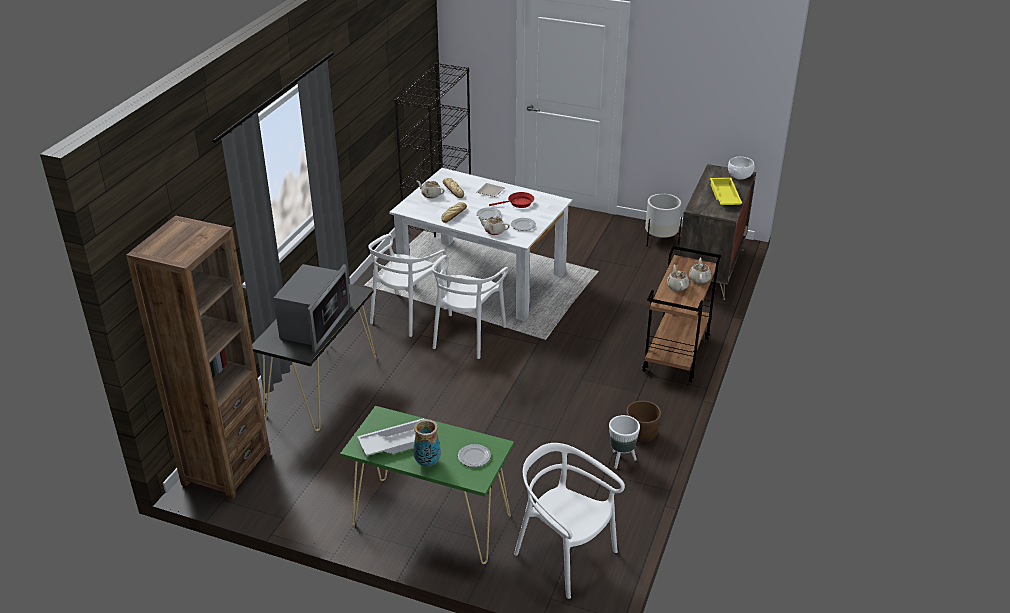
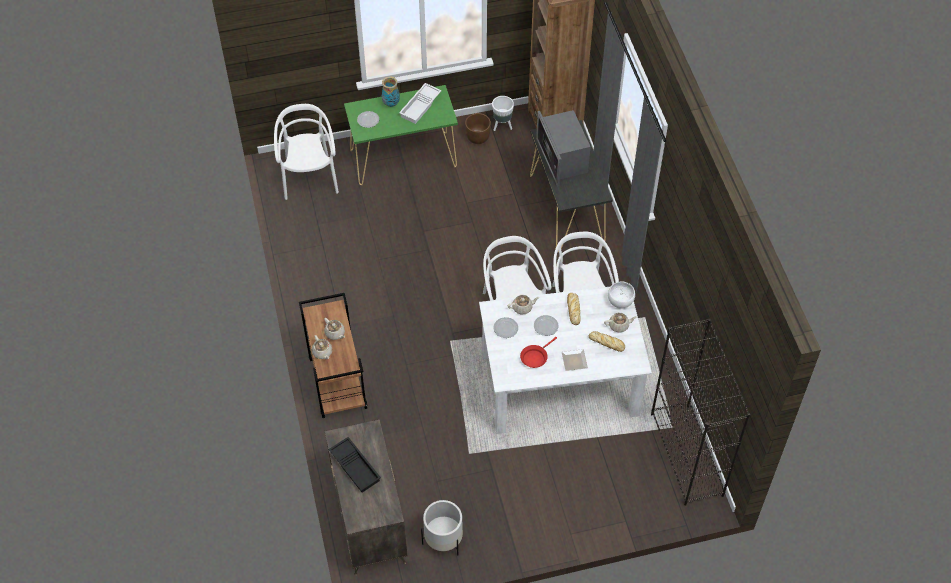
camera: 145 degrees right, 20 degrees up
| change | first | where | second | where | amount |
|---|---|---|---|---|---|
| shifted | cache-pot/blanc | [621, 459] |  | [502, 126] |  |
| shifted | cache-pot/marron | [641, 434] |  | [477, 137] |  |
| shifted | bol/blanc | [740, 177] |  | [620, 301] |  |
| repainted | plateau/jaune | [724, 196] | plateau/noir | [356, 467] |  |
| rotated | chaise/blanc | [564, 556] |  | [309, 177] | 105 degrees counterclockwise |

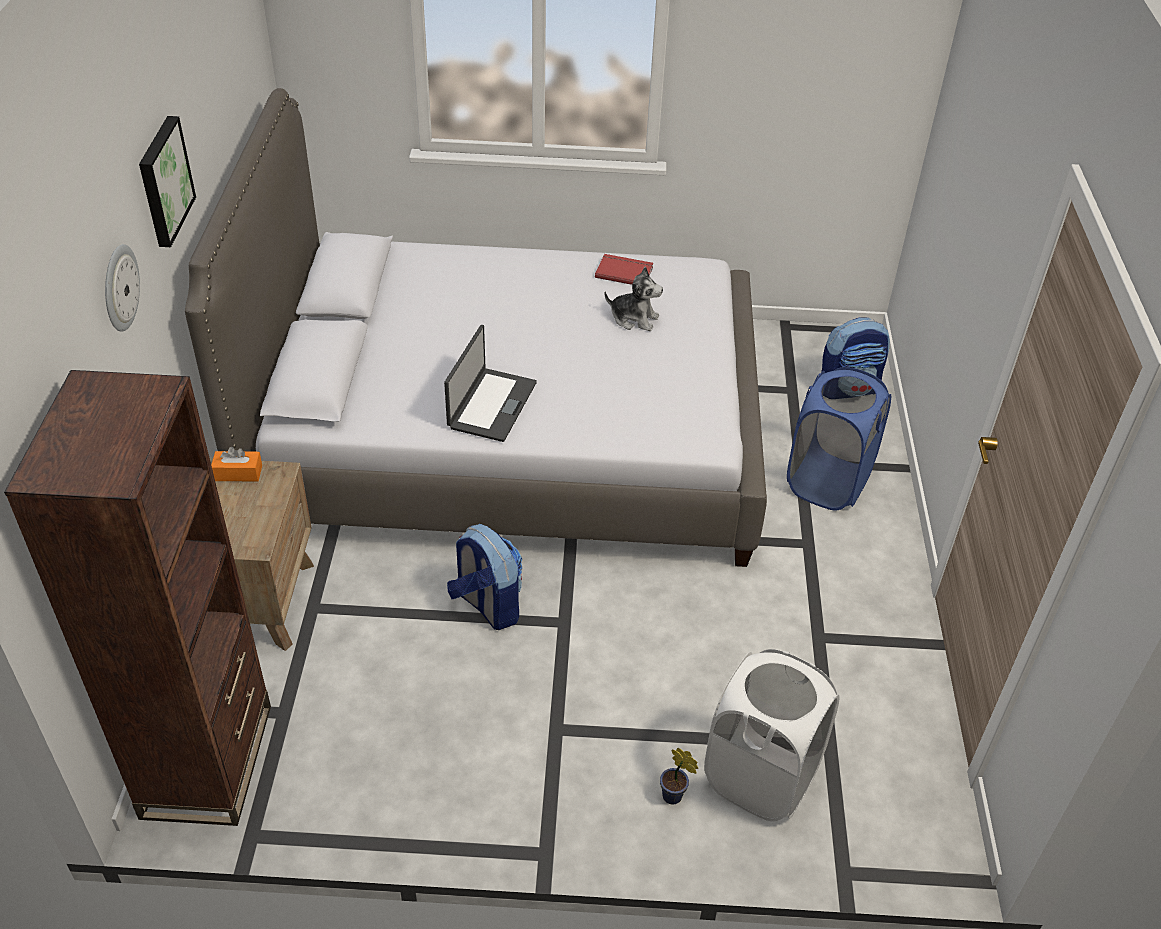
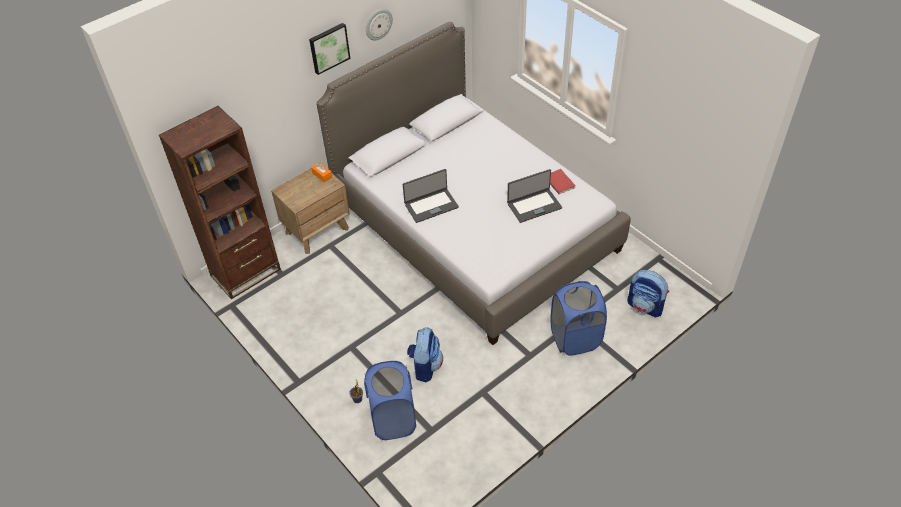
camera: 50 degrees right, 5 degrees up
| change | first | where | second | where | amount |
|---|---|---|---|---|---|
| shifted | horloge murale | [119, 287] |  | [378, 24] |  |
| shifted | sac à dos | [487, 605] |  | [425, 366] |  |
| swapped | peluche | [634, 319] | ordinateur portable | [534, 205] |  |
| repainted | panier à linge/blanc | [761, 777] | panier à linge/bleu | [393, 419] |  |

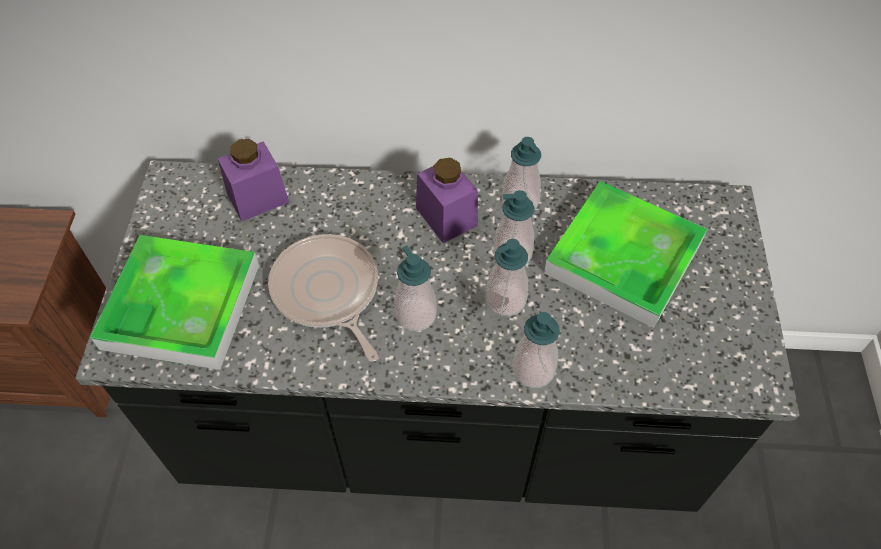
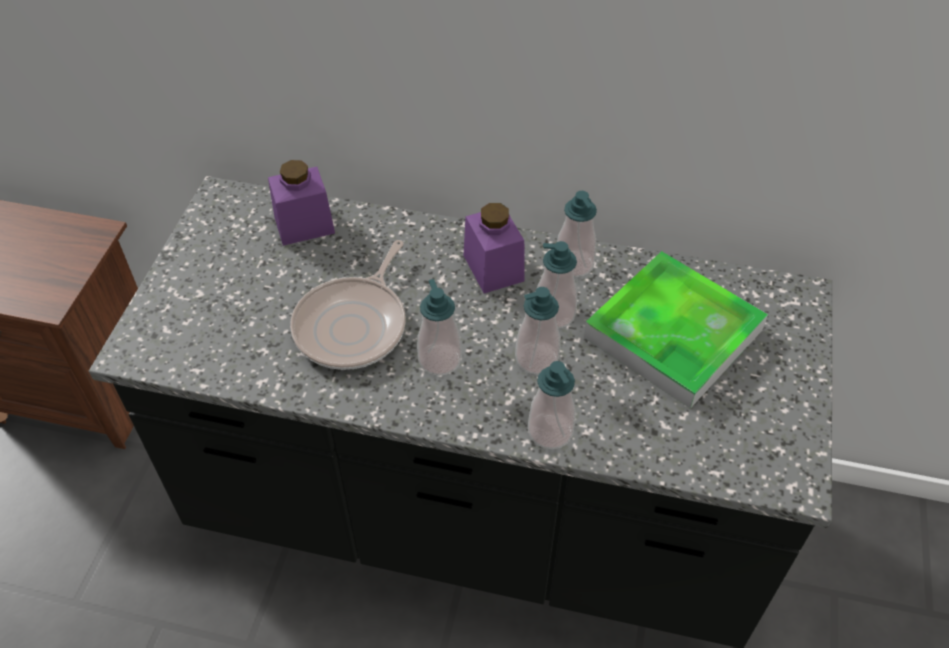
camera: 10 degrees right, 5 degrees down
| change | first | where | second | where | amount |
|---|---|---|---|---|---|
| gone | plateau | [181, 306] |  |  |  |
| rotated | poêle | [327, 292] |  | [354, 325] | 135 degrees counterclockwise |

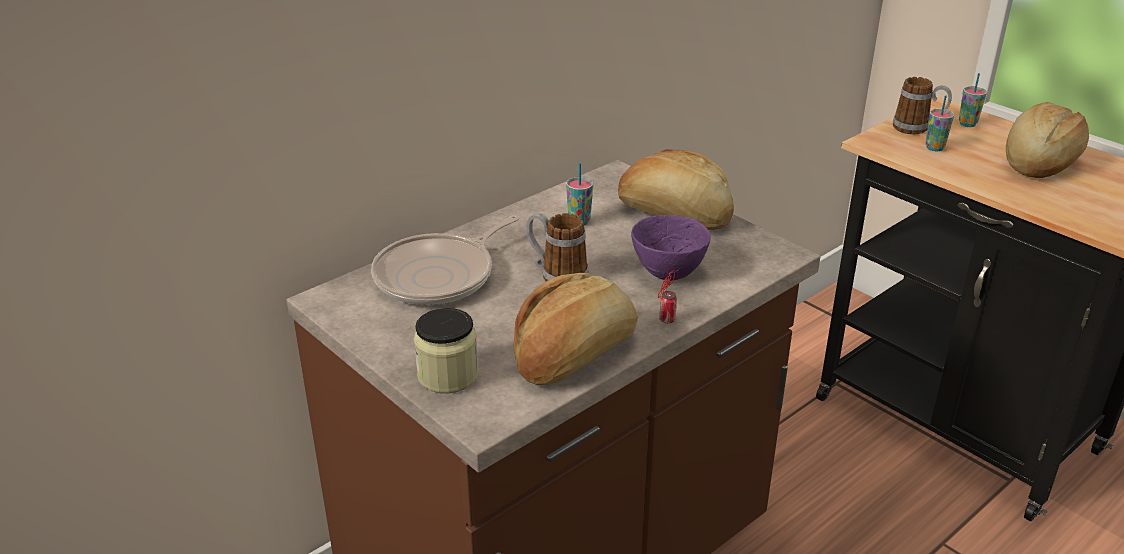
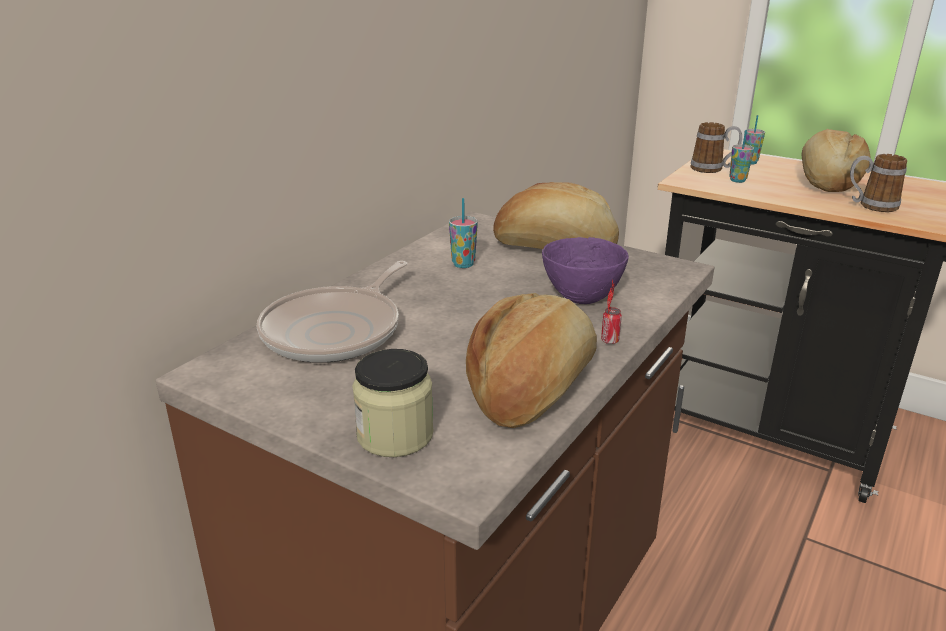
camera: 15 degrees left, 5 degrees down
| change | first | where | second | where | amount |
|---|---|---|---|---|---|
| shifted | mug | [556, 274] |  | [870, 206] |  |

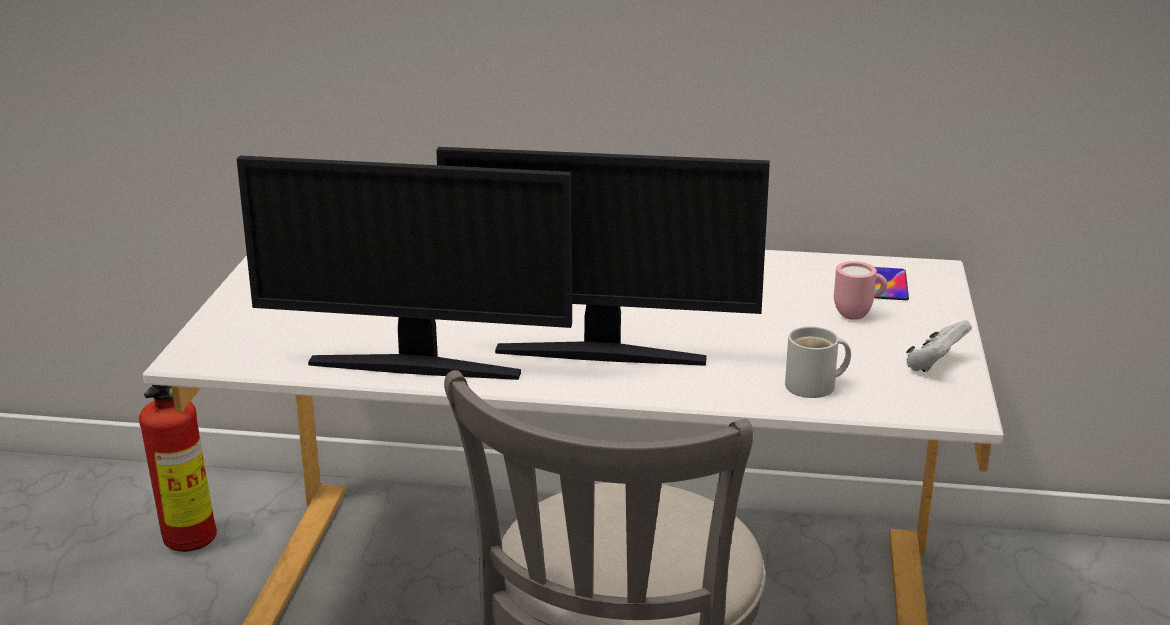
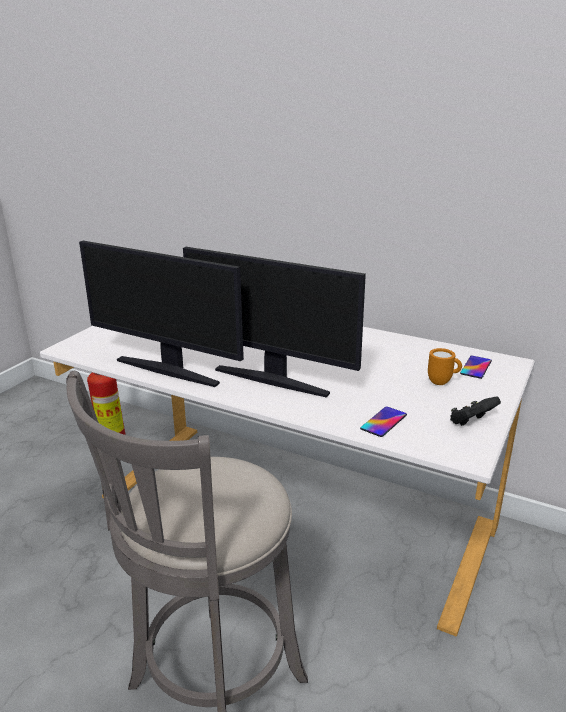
camera: 20 degrees right, 0 degrees up
| change | first | where | second | where | amount |
|---|---|---|---|---|---|
| swapped | mug/blanc | [815, 386] | téléphone | [383, 422] |  |
| repainted | mug/rose | [858, 315] | mug/orange | [442, 382] |  |
| repainted | manette/blanc | [934, 365] | manette/noir | [471, 422] |  |

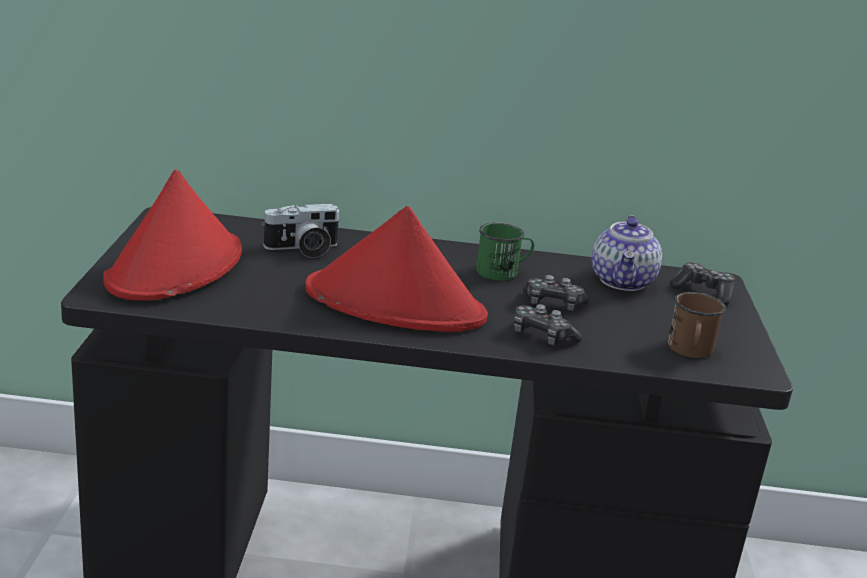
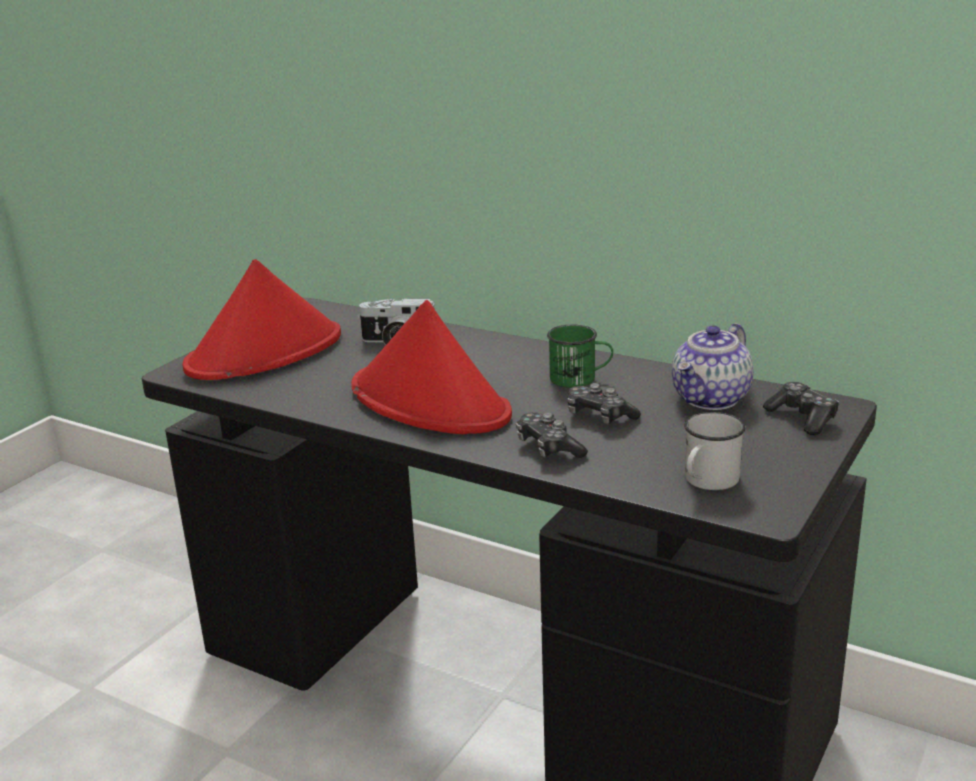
camera: 30 degrees right, 0 degrees up
| change | first | where | second | where | amount |
|---|---|---|---|---|---|
| repainted | mug/marron | [690, 351] | mug/blanc | [707, 481] |  |

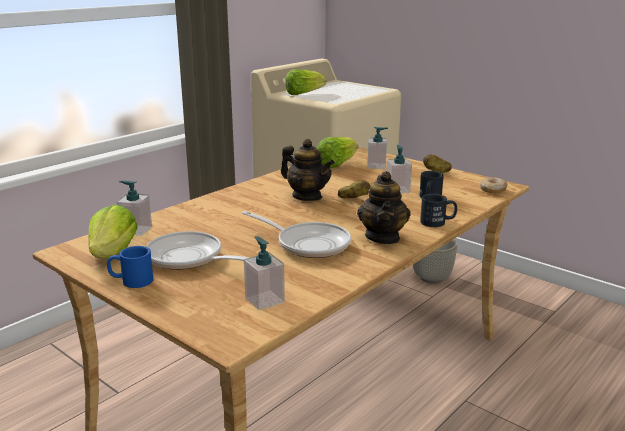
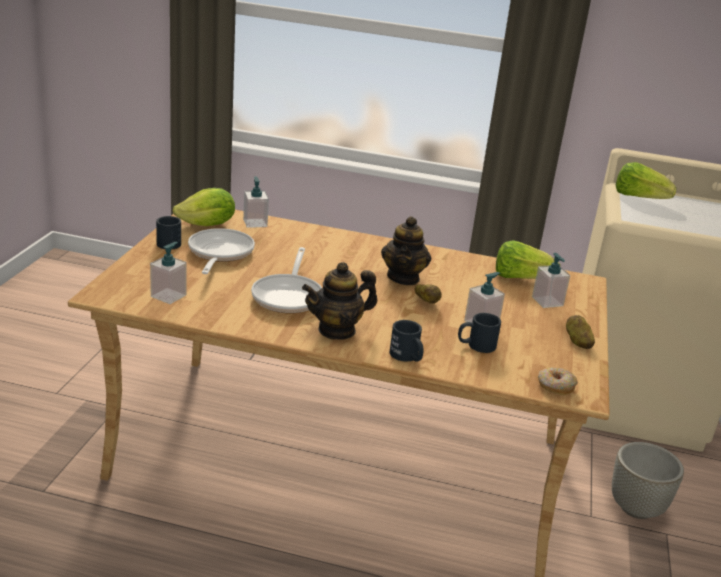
camera: 60 degrees right, 5 degrees up
| change | first | where | second | where | amount |
|---|---|---|---|---|---|
| repainted | mug/bleu | [131, 281] | mug/noir | [167, 242] |  |

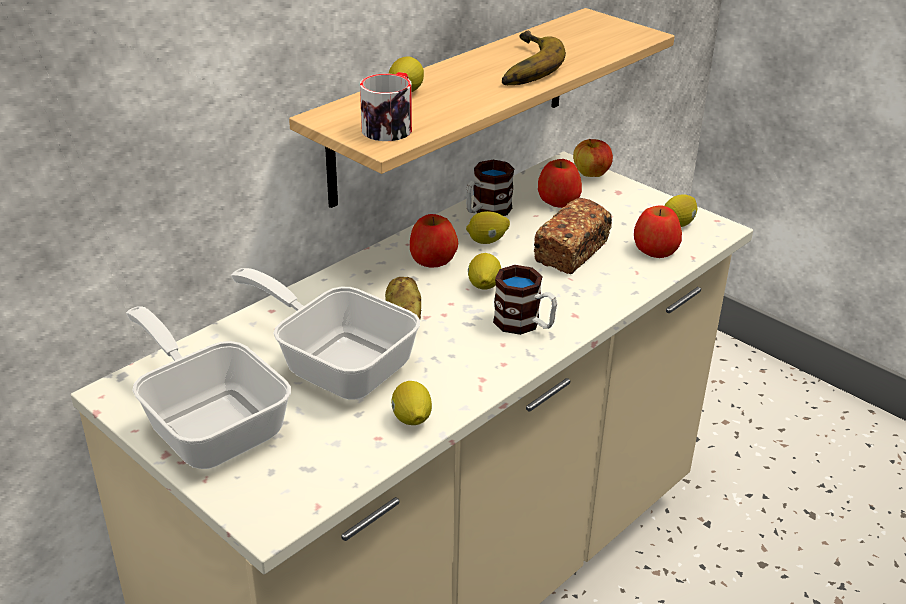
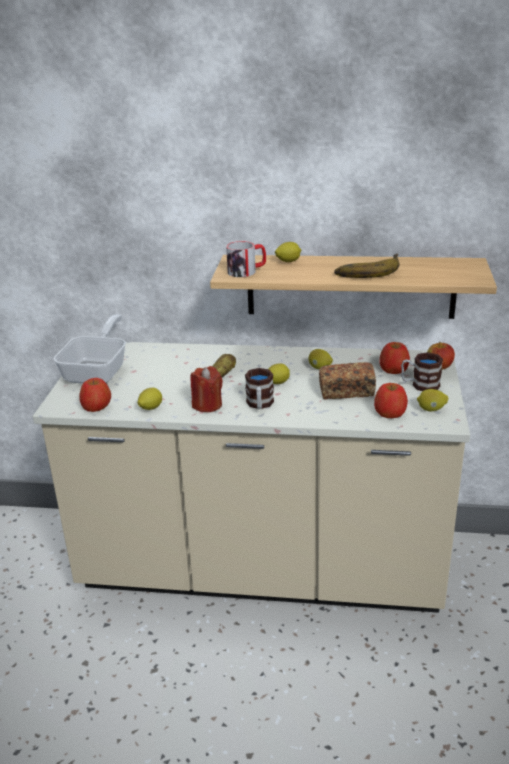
camera: 55 degrees right, 5 degrees down
| change | first | where | second | where | amount |
|---|---|---|---|---|---|
| gone | poêle | [336, 362] |  |  |  |
| new |  |  | bougie/rouge | [207, 405] |  |
| shifted | pomme | [433, 259] |  | [96, 406] |  |
| shifted | mug | [486, 211] |  | [420, 385] |  |

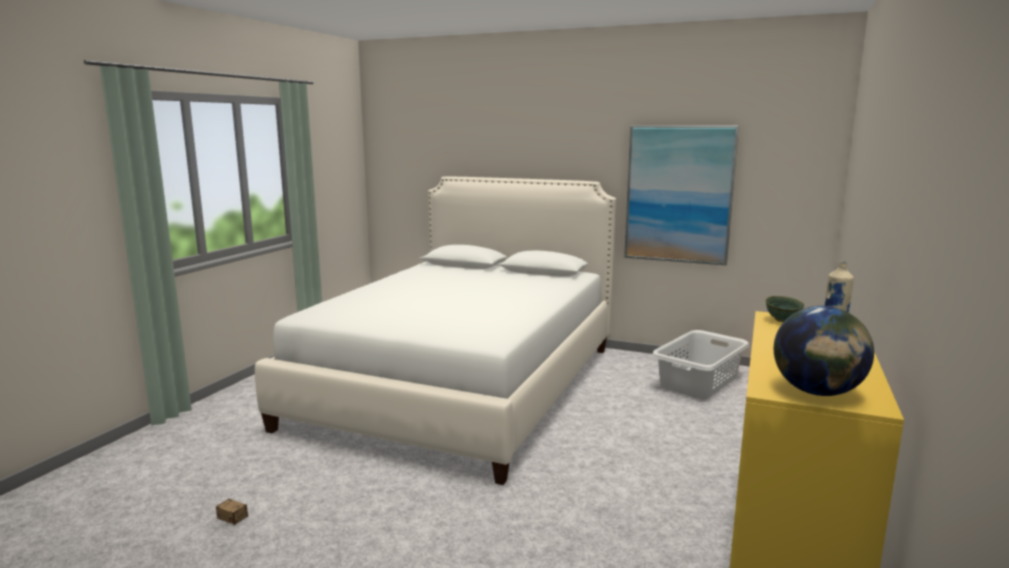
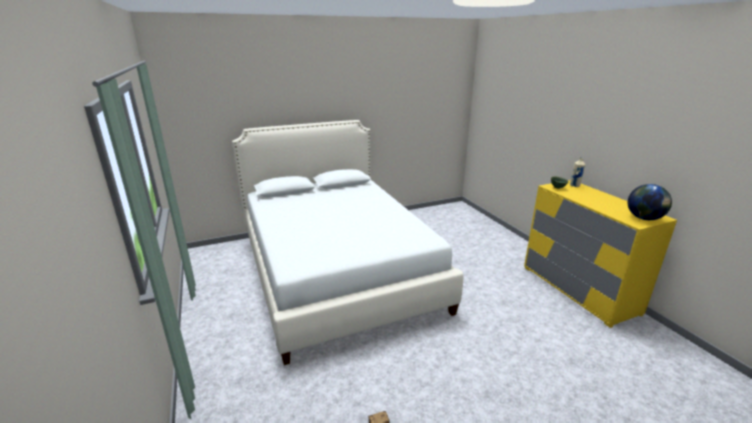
camera: 45 degrees left, 10 degrees up
| change | first | where | second | where | amount |
|---|---|---|---|---|---|
| gone | tableau | [678, 194] |  |  |  |
| gone | panier à linge/blanc | [699, 382] |  |  |  |

